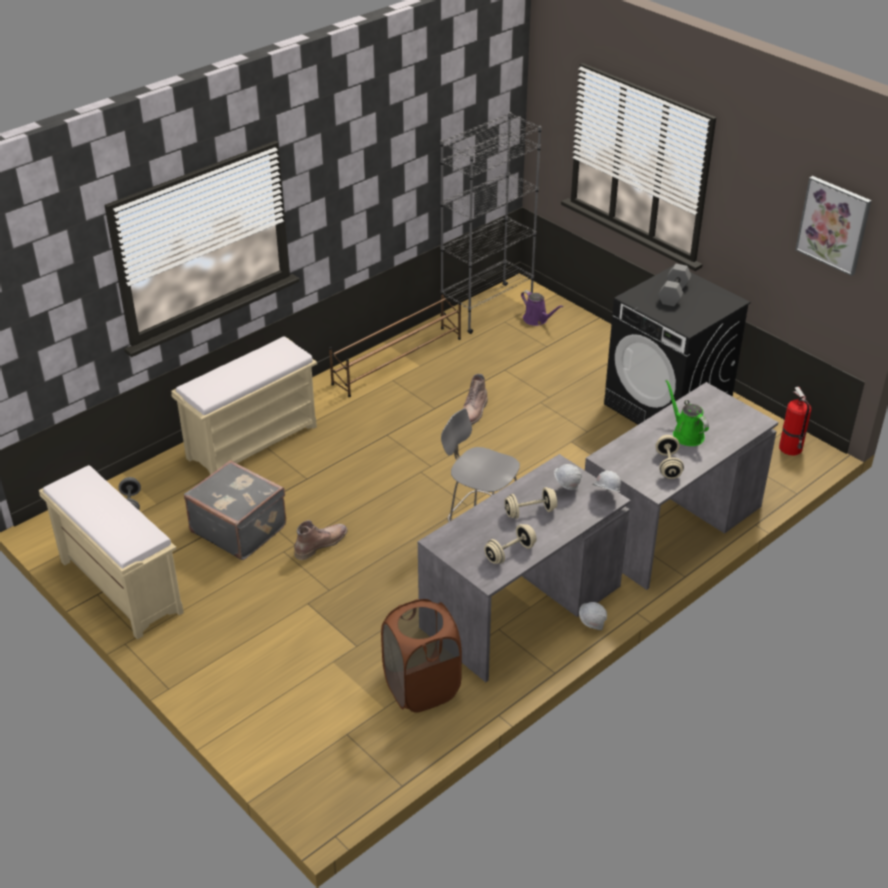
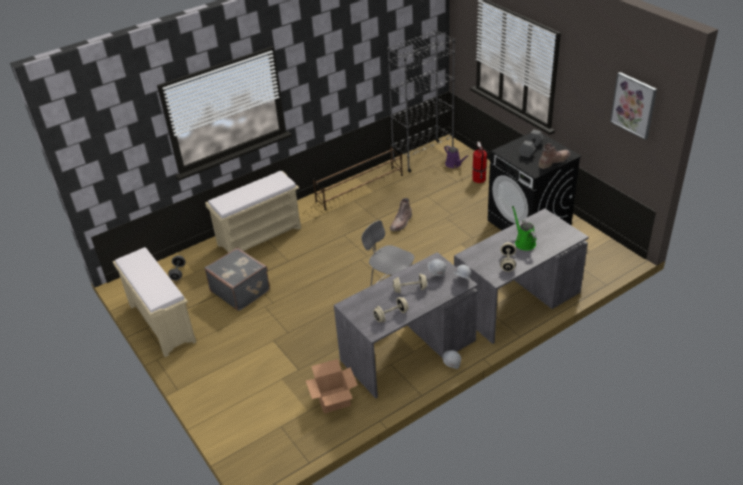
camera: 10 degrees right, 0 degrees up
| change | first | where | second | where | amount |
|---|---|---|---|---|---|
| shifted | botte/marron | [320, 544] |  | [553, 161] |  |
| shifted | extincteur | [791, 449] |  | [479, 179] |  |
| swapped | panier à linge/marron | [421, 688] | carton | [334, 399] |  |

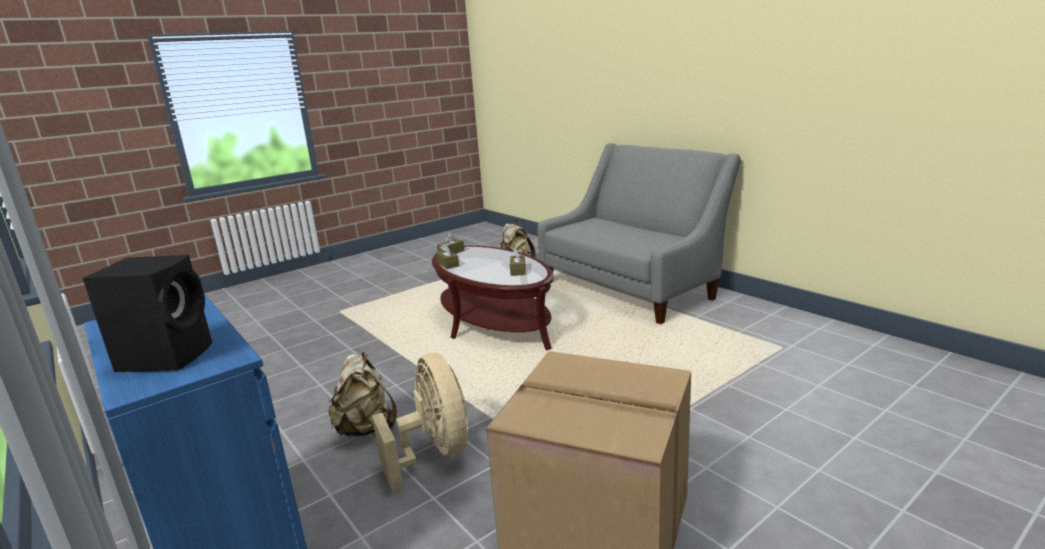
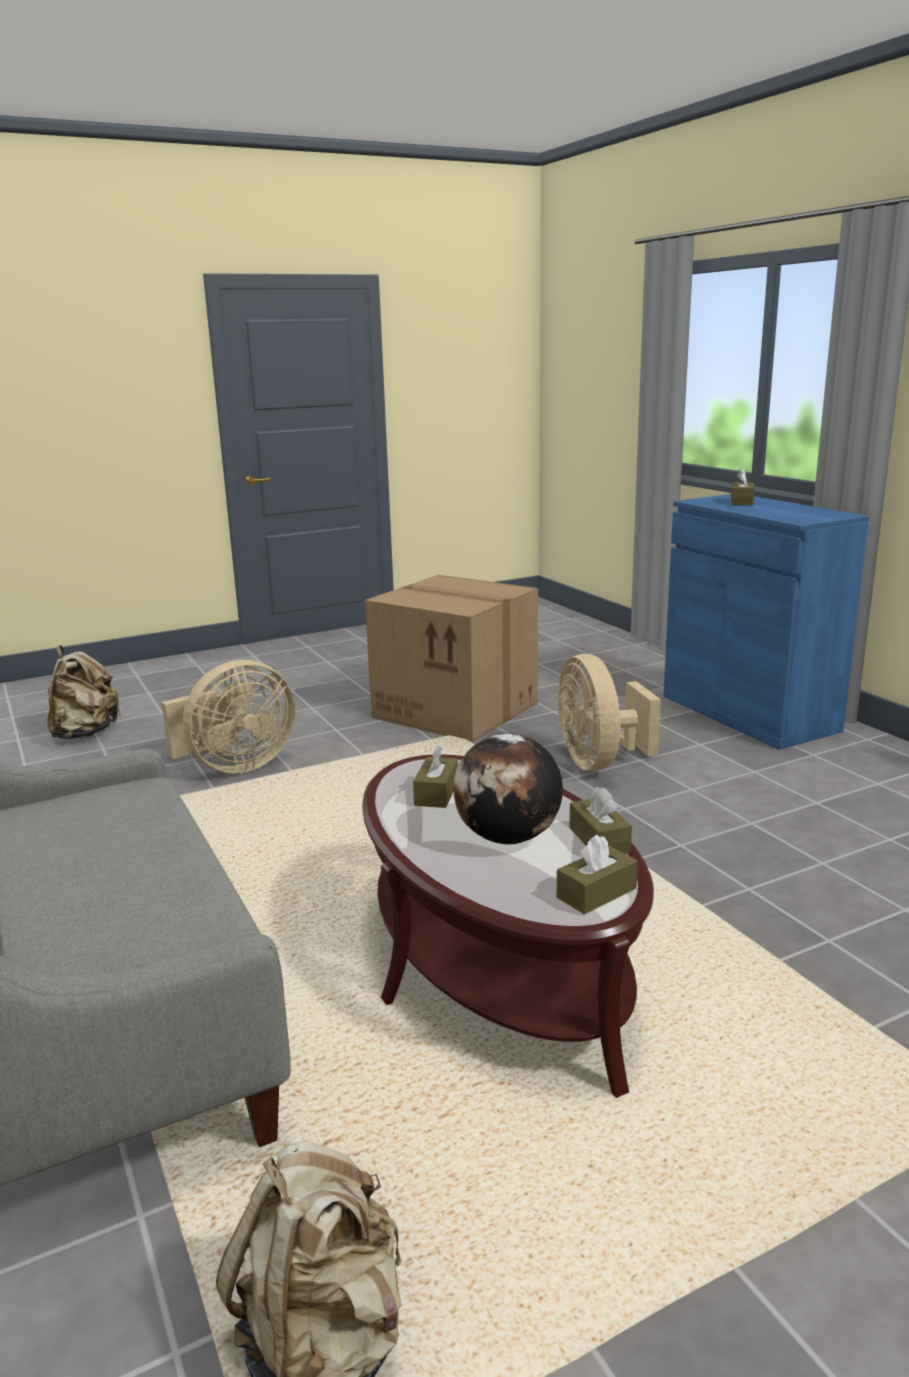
camera: 170 degrees left, 0 degrees up
| change | first | where | second | where | amount |
|---|---|---|---|---|---|
| new |  |  | ventilateur/beige | [235, 766] |  |
| new |  |  | globe | [508, 838] |  |
| shifted | sac à dos/beige | [366, 428] |  | [85, 734] |  |
| swapped | enceinte/noir | [168, 356] | boîte à mouchoirs/marron | [741, 502] |  |

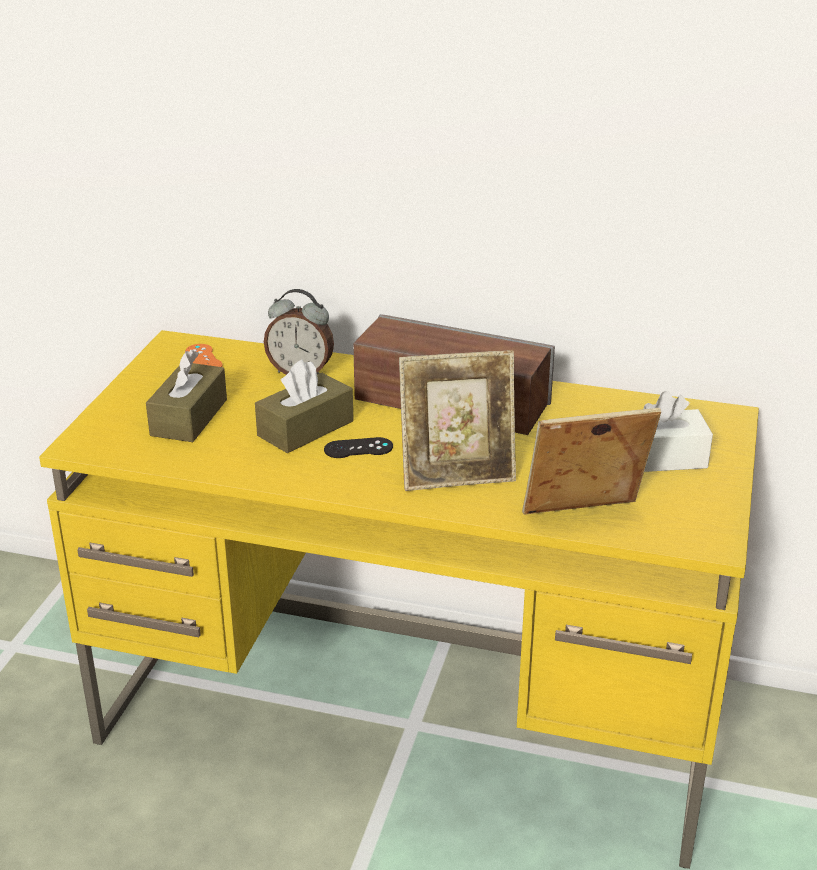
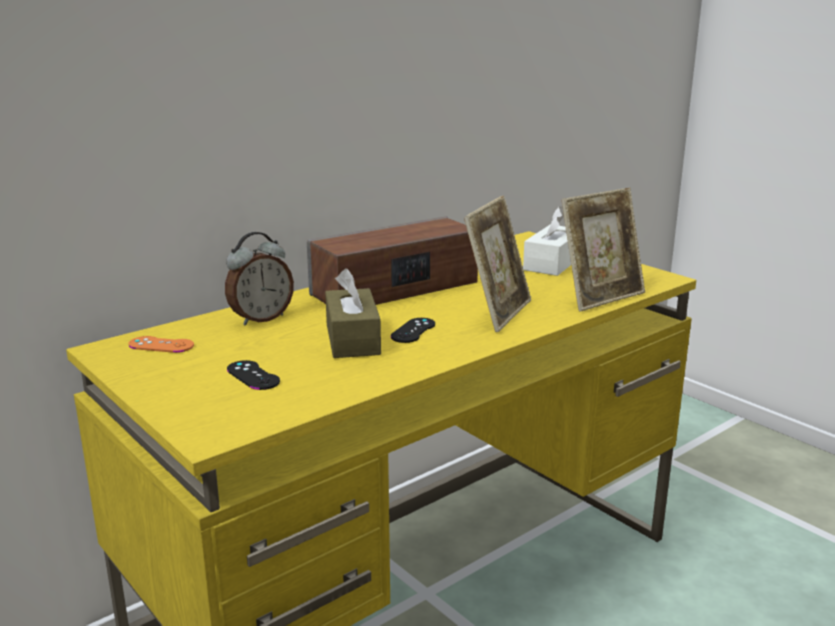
camera: 55 degrees left, 10 degrees down
| change | first | where | second | where | amount |
|---|---|---|---|---|---|
| swapped | boîte à mouchoirs/marron | [189, 417] | manette/noir | [253, 375] |  |
| rotated | cadre photo | [584, 519] |  | [600, 297] | 150 degrees counterclockwise |

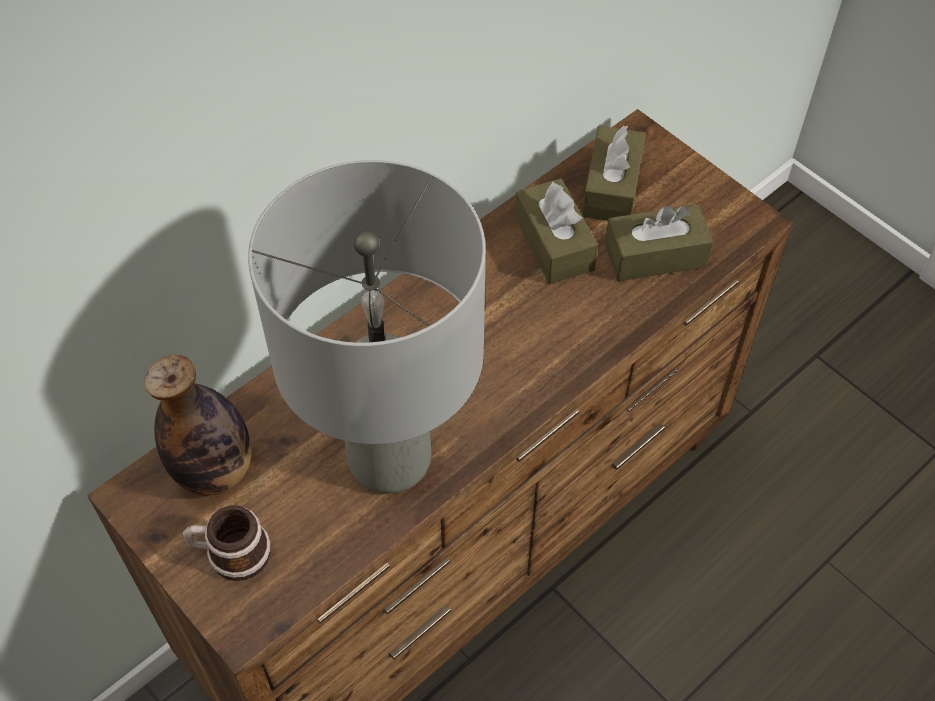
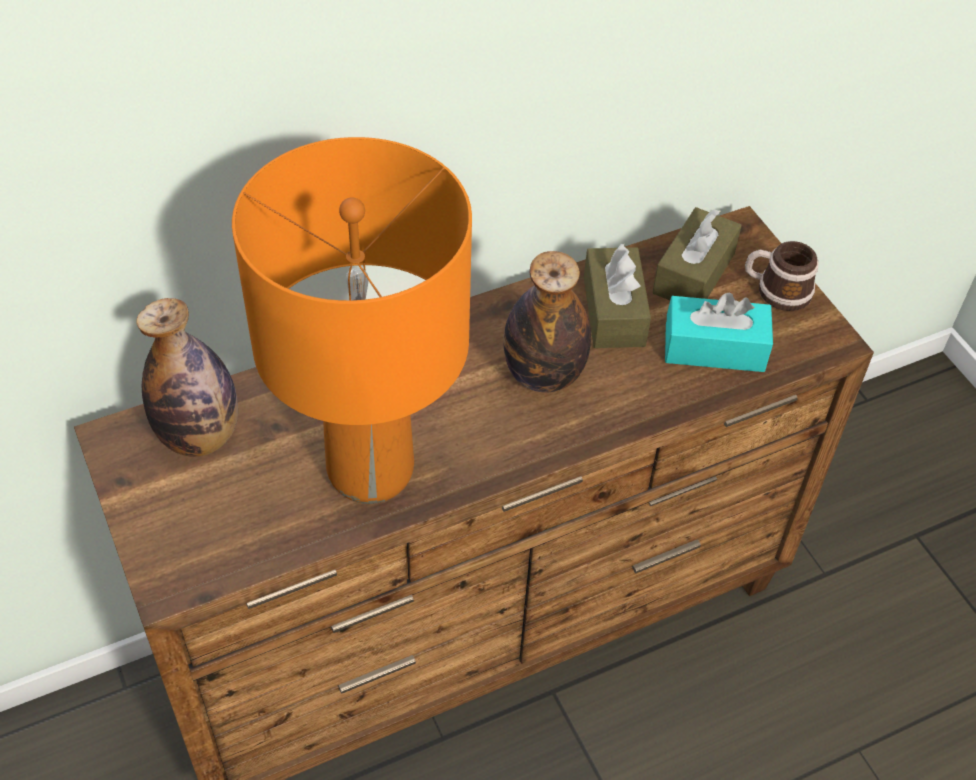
camera: 15 degrees right, 5 degrees down
| change | first | where | second | where | amount |
|---|---|---|---|---|---|
| new |  |  | bouteille | [543, 374] |  |
| shifted | mug | [230, 553] |  | [776, 290] |  |
| repainted | lampe de table/gris | [388, 458] | lampe de table/orange | [370, 469] |  |
| repainted | boîte à mouchoirs/marron | [655, 255] | boîte à mouchoirs/turquoise | [714, 348] |  |

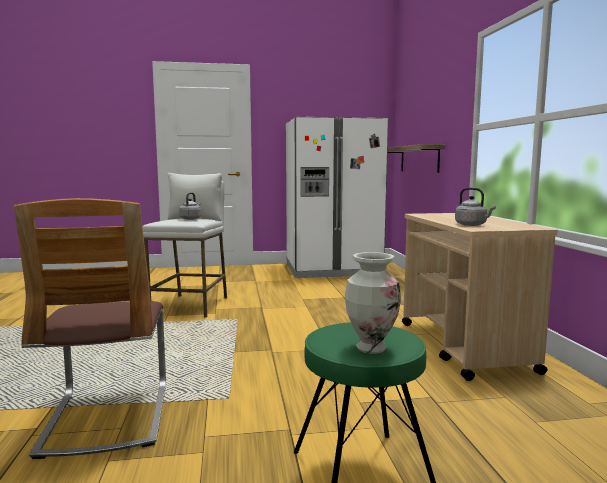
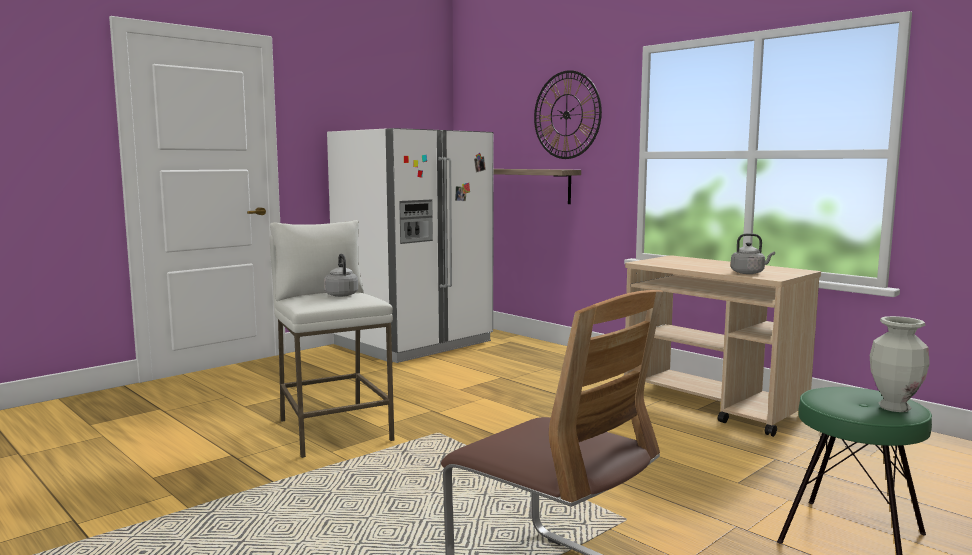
camera: 35 degrees left, 0 degrees up
| change | first | where | second | where | amount |
|---|---|---|---|---|---|
| new |  |  | horloge murale | [566, 115] |  |

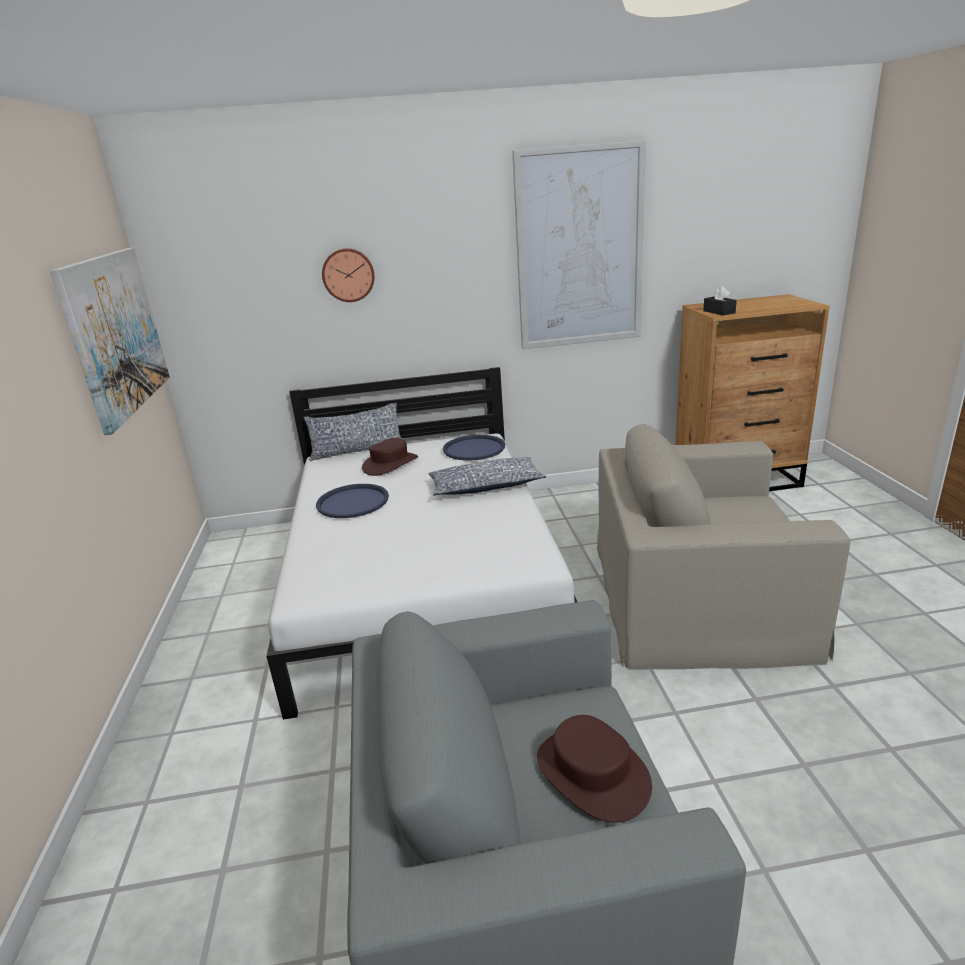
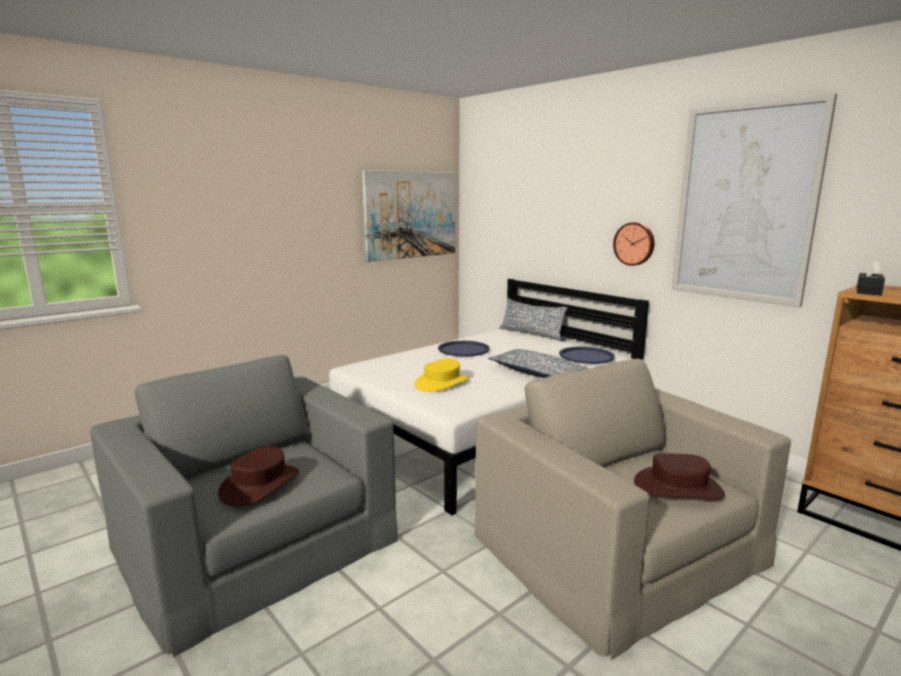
camera: 55 degrees right, 10 degrees down
| change | first | where | second | where | amount |
|---|---|---|---|---|---|
| new |  |  | chapeau/jaune | [442, 383] |  |
| shifted | horloge murale | [348, 275] |  | [634, 243] |  |
| shifted | chapeau/marron | [390, 464] |  | [678, 487] |  |

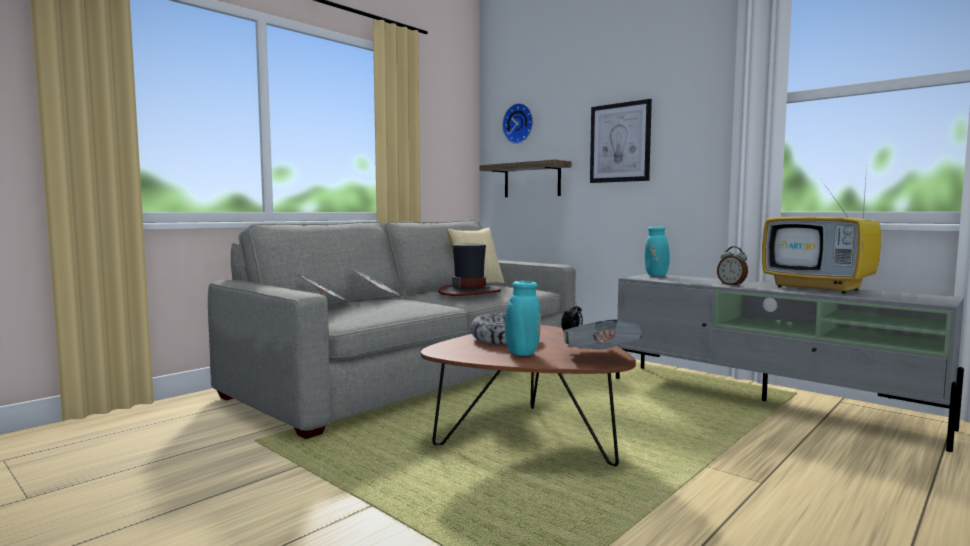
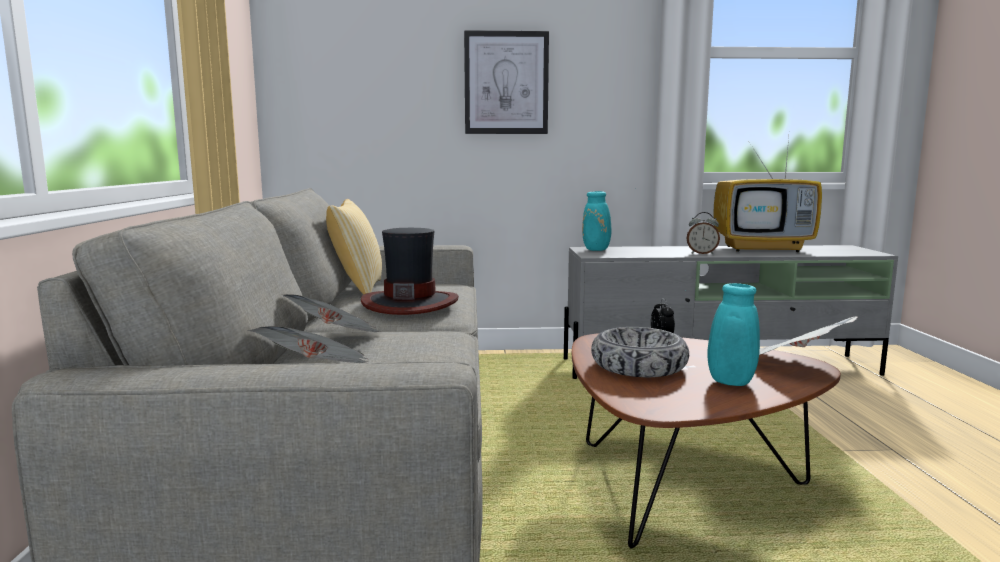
camera: 45 degrees left, 5 degrees up
| change | first | where | second | where | amount |
|---|---|---|---|---|---|
| gone | étagère | [532, 180] |  |  |  |
| gone | horloge murale | [519, 124] |  |  |  |

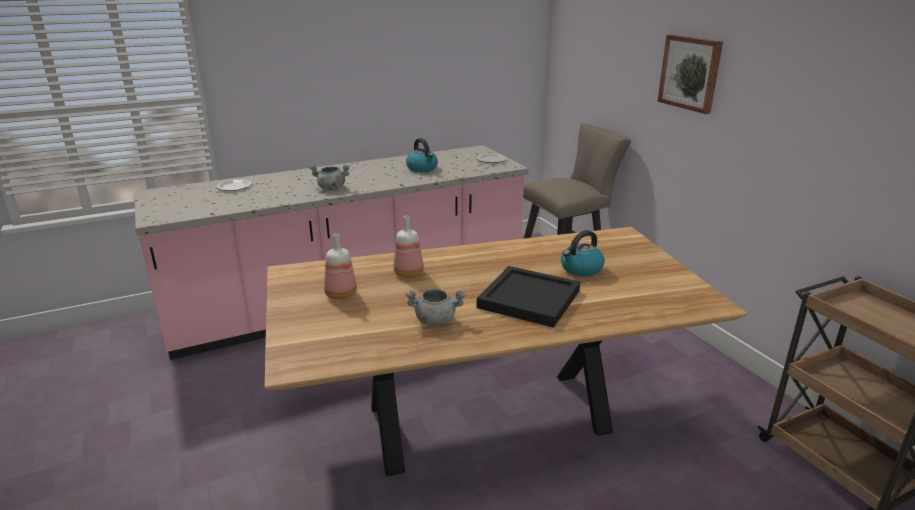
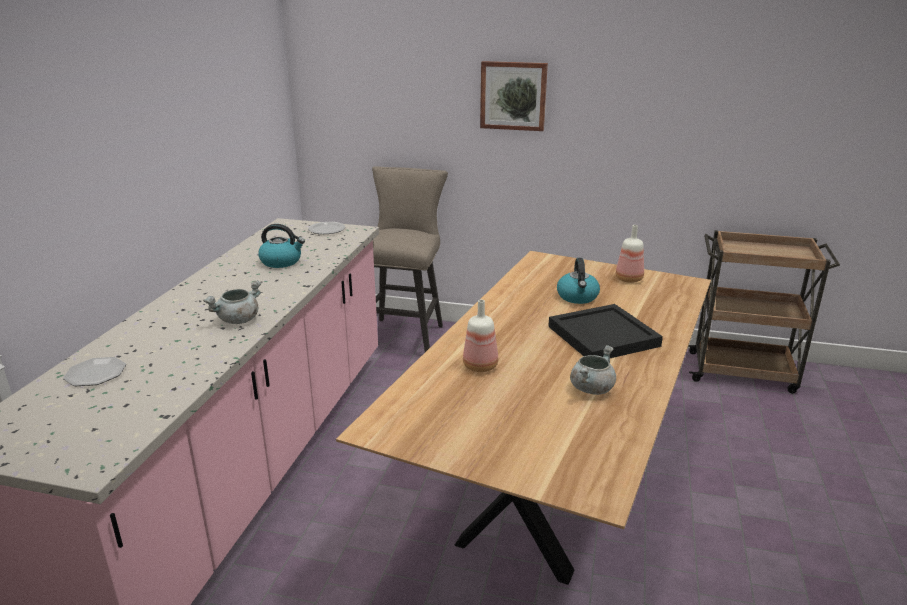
camera: 50 degrees left, 0 degrees up
| change | first | where | second | where | amount |
|---|---|---|---|---|---|
| shifted | bouteille | [340, 295] |  | [629, 279] |  |

